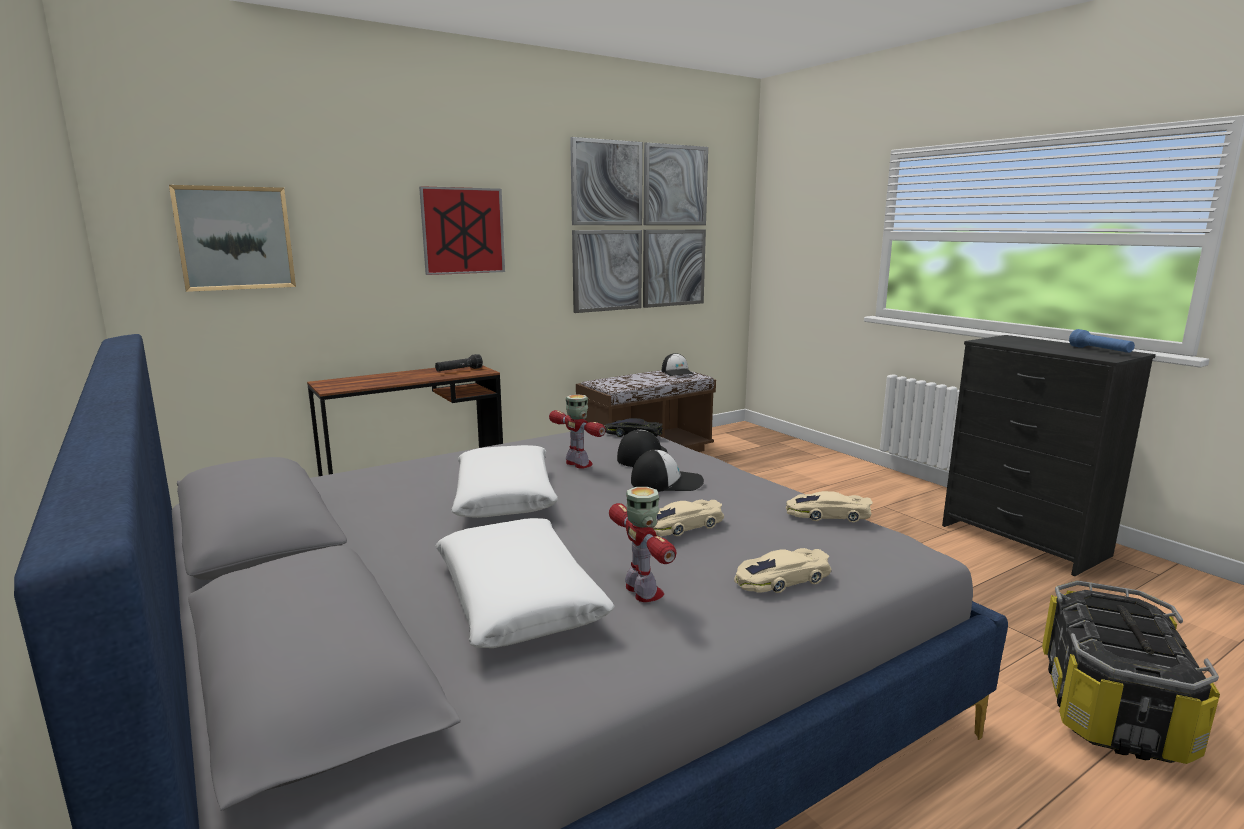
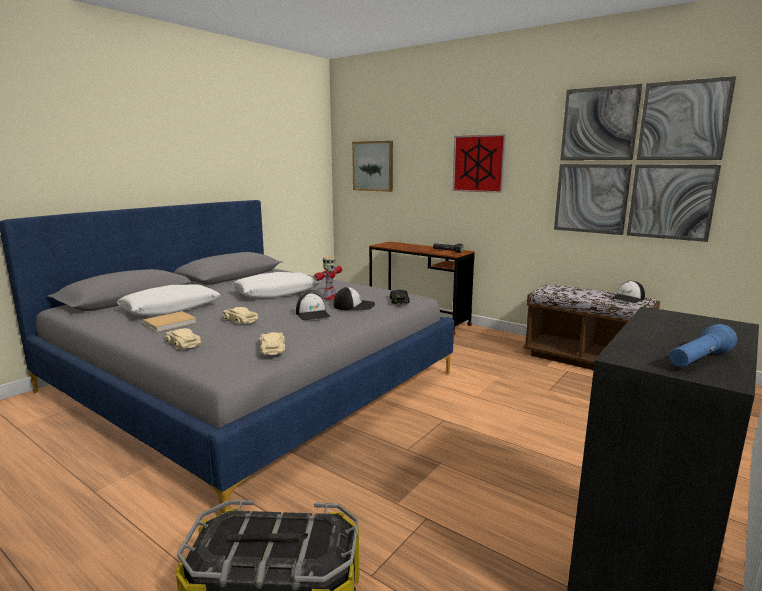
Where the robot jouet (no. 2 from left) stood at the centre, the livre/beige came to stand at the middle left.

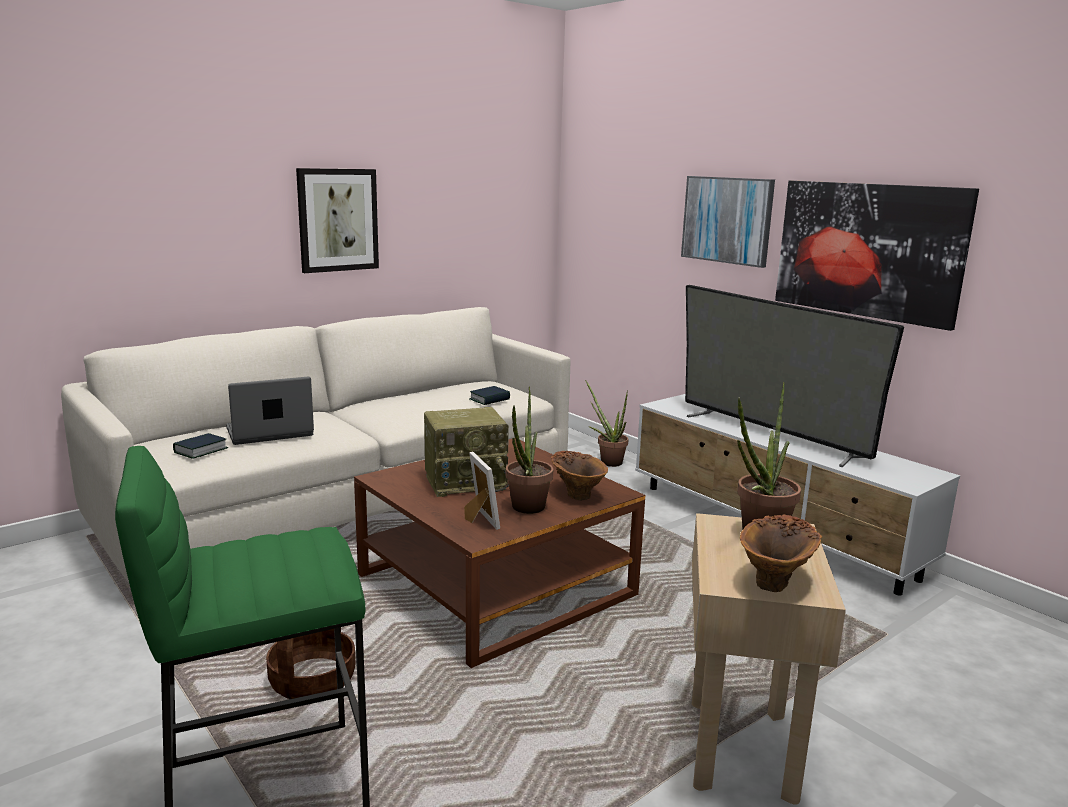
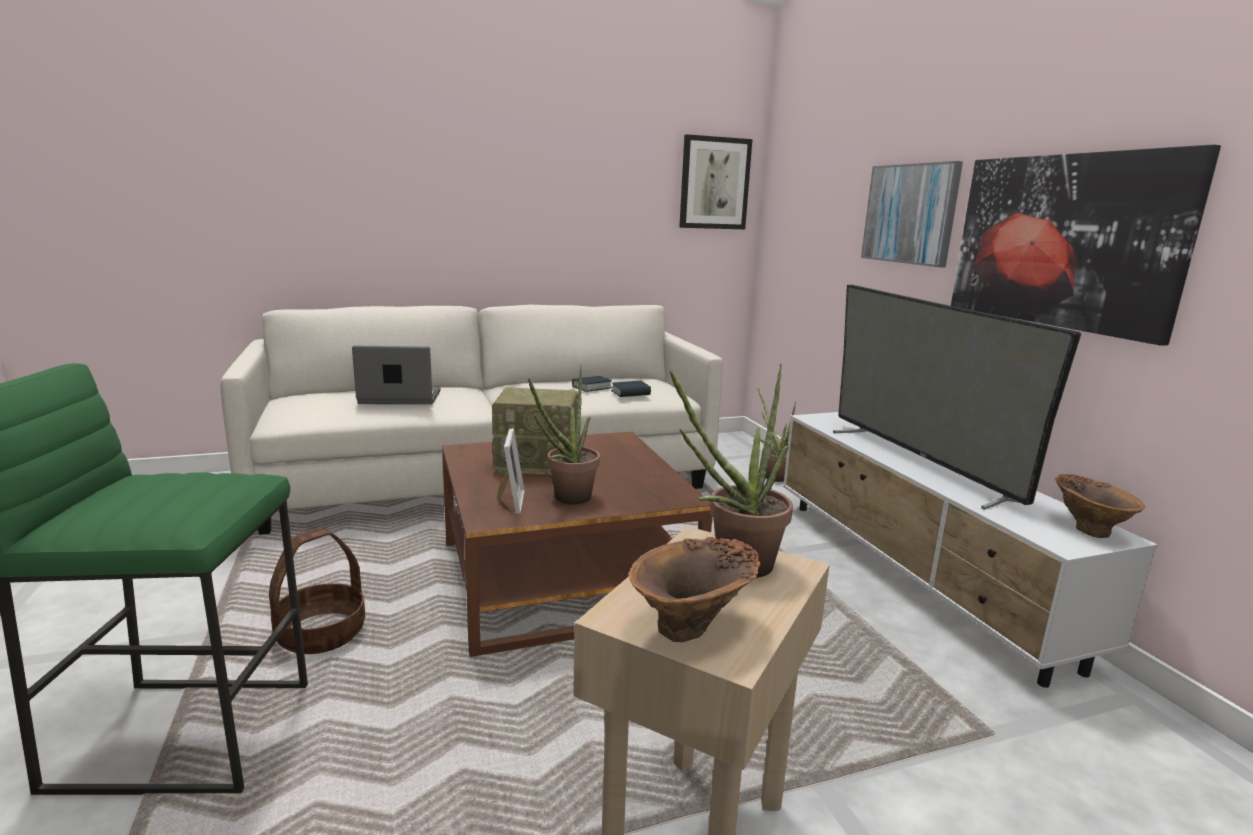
The livre (no. 1 from left) ended up elsewhere, having gone from the middle left to the centre.
The tableau (no. 1 from left) ended up elsewhere, having gone from the top left to the top centre.
The vase/marron (no. 1 from left in the first image) ended up elsewhere, having gone from the centre to the middle right.

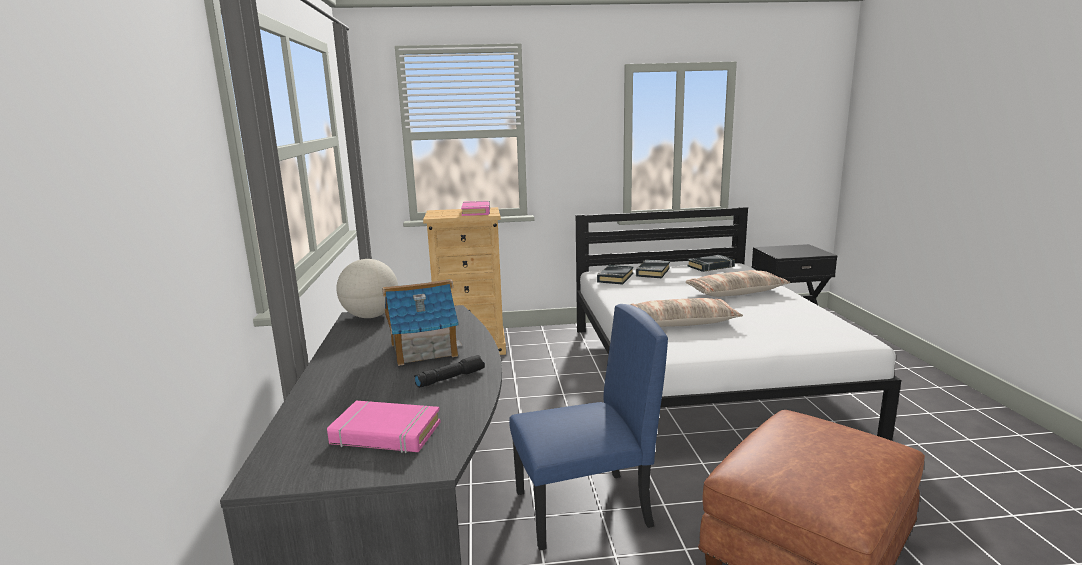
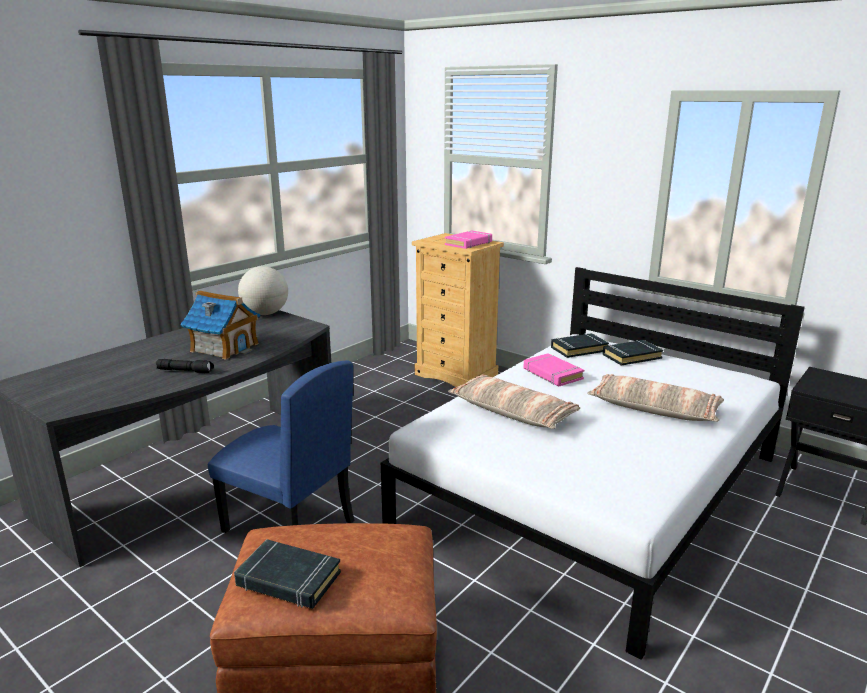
The livre/rose (no. 1 from left in the first image) ended up elsewhere, having gone from the bottom centre to the centre.
The livre/noir (no. 3 from left in the first image) ended up elsewhere, having gone from the centre to the bottom left.

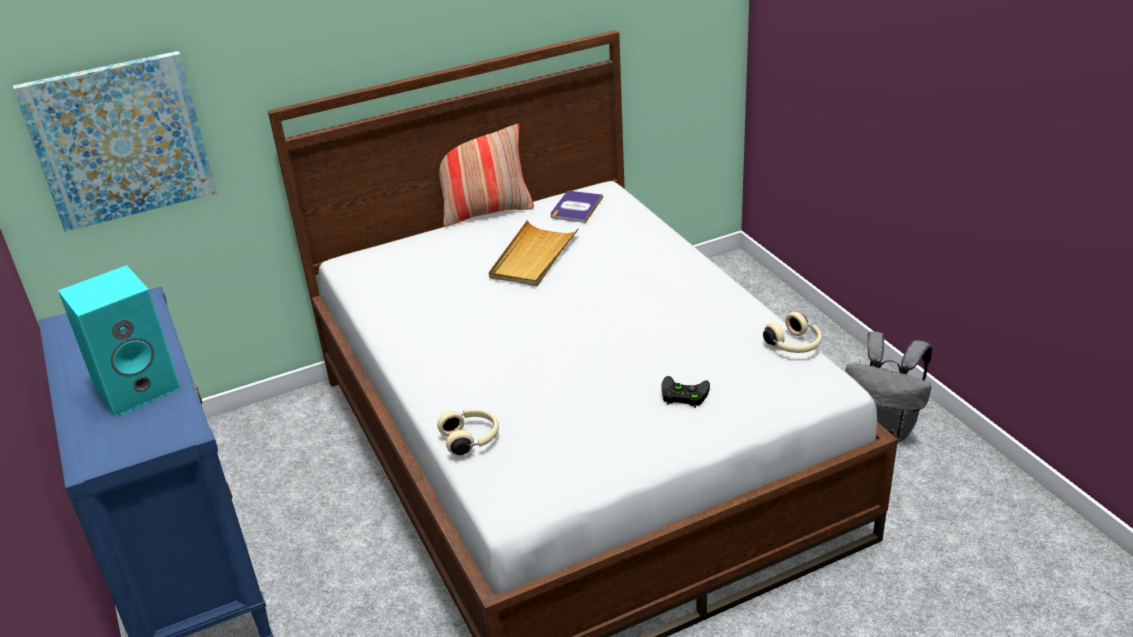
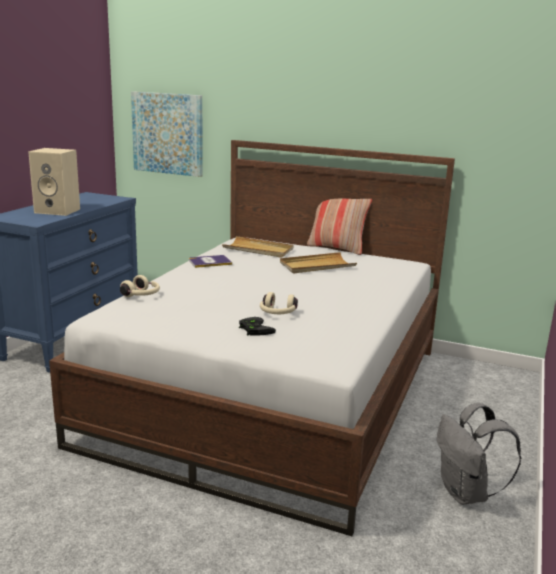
The second view gained the plateau/beige (no. 1 from left) at the centre.
The livre ended up elsewhere, having gone from the top centre to the centre.
The casque audio/beige (no. 2 from left) ended up elsewhere, having gone from the middle right to the centre.
What was the enceinte/turquoise at the middle left turned into the enceinte/beige at the top left.

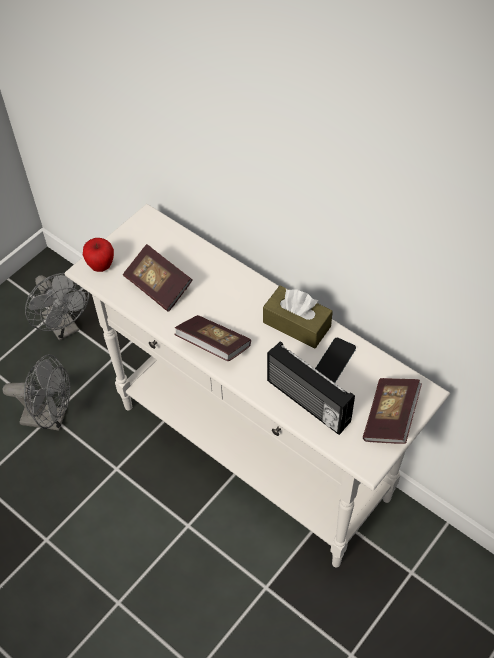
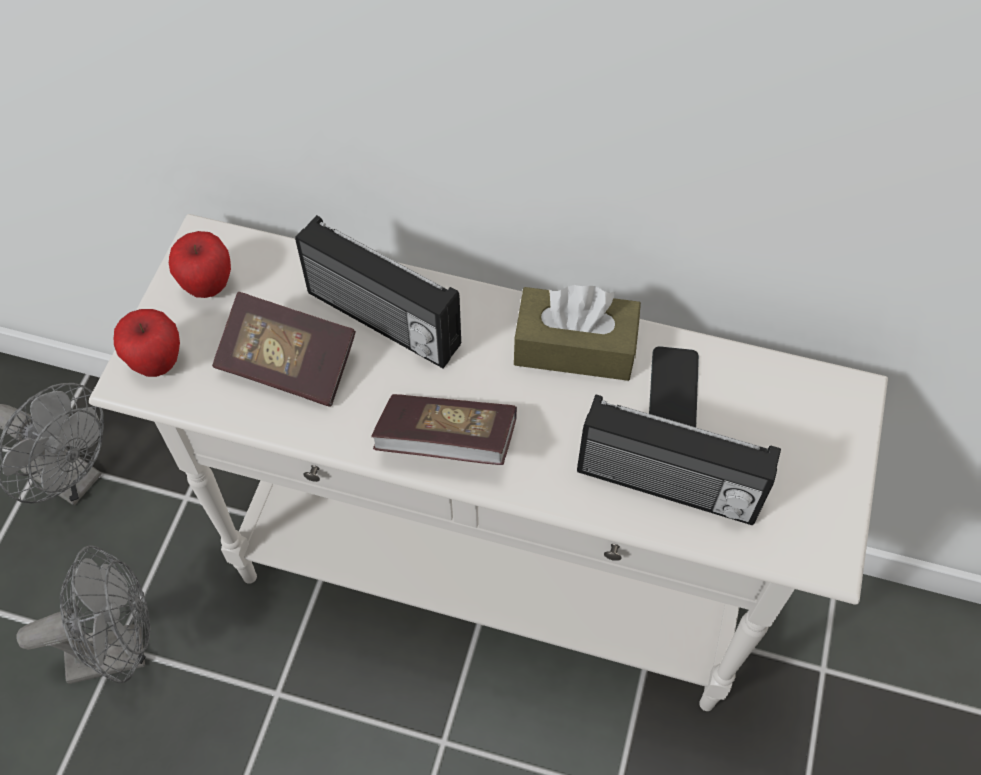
The second view lost the livre (no. 3 from left) at the middle right.
The second view gained the pomme (no. 2 from left) at the middle left.
The second view gained the radio (no. 1 from left) at the centre.

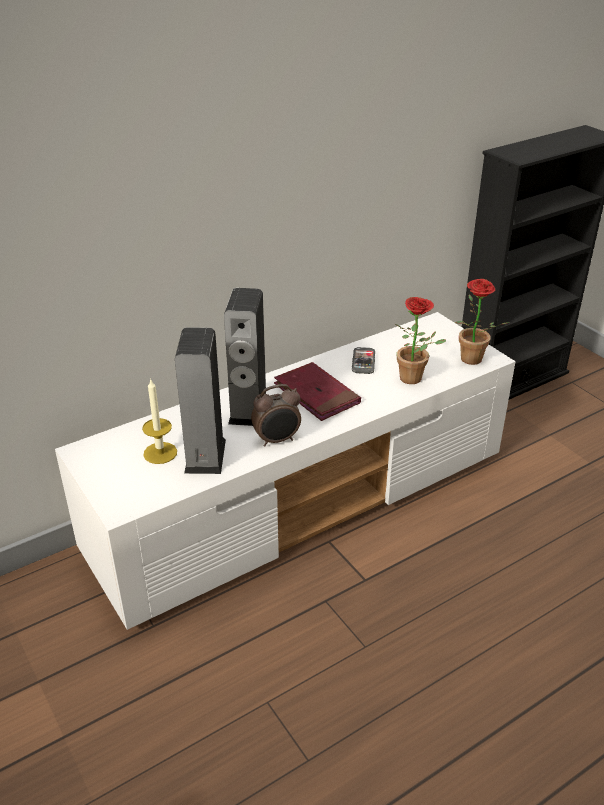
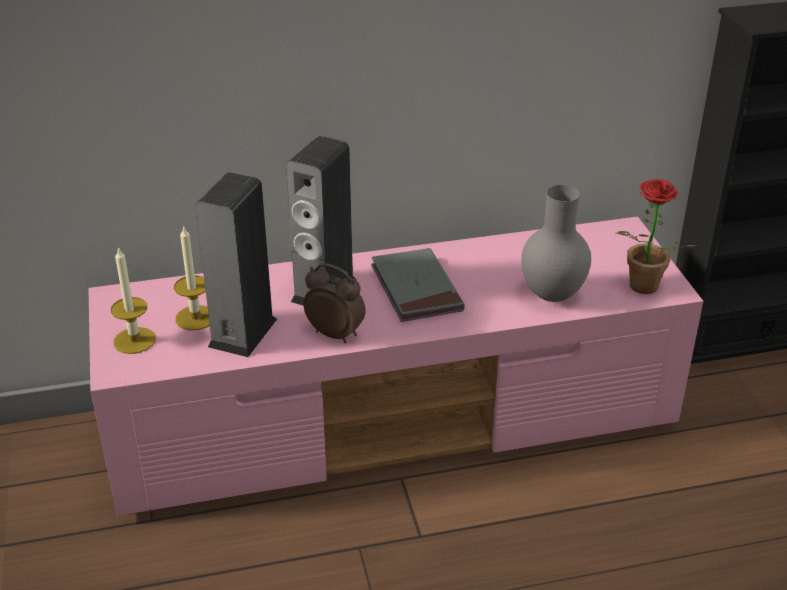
The second view lost the téléphone at the centre.
The second view gained the bougie (no. 1 from left) at the middle left.
Where the plante en pot (no. 1 from left) stood at the middle right, the vase/gris came to stand at the middle right.
What was the meuble télé/blanc at the centre turned into the meuble télé/rose at the centre.
What was the livre/rouge at the centre turned into the livre/gris at the centre.
The réveil at the centre ended up facing another way, 150 degrees counterclockwise from before.

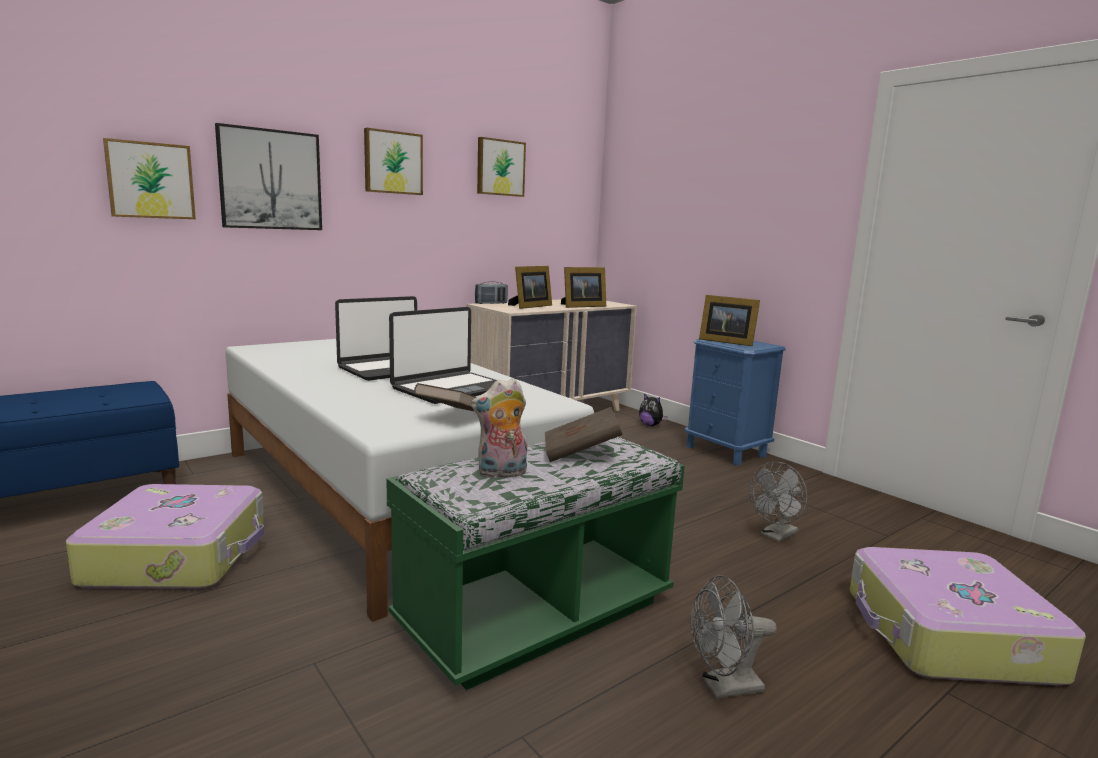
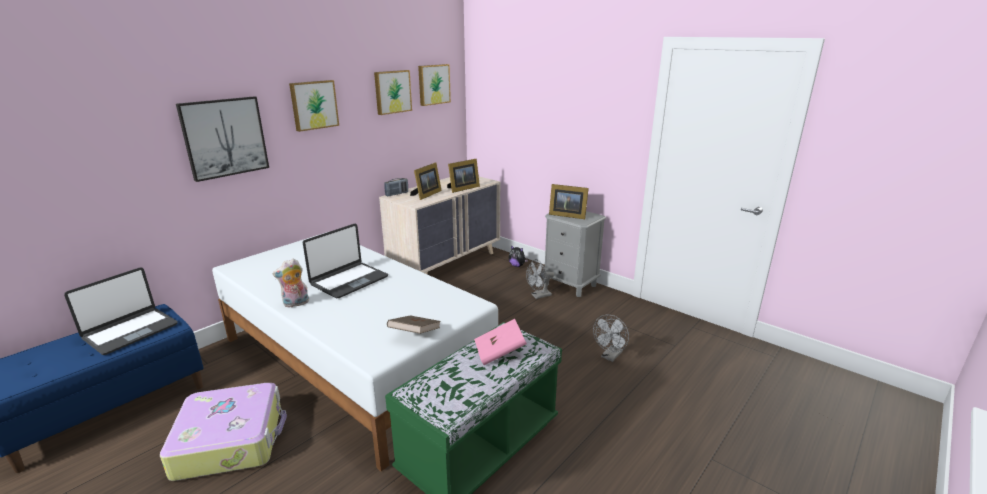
The second view lost the valise (no. 2 from left) at the bottom right.
The tableau (no. 1 from left in the first image) ended up elsewhere, having gone from the top left to the top centre.
The ordinateur portable (no. 2 from left in the first image) ended up elsewhere, having gone from the centre to the middle left.
The peluche (no. 1 from left) ended up elsewhere, having gone from the centre to the middle left.
The ventilateur/gris (no. 1 from left) ended up elsewhere, having gone from the bottom right to the centre.
What was the livre/marron (no. 2 from left) at the centre turned into the livre/rose at the bottom centre.
What was the table de chevet/bleu at the middle right turned into the table de chevet/gris at the centre.

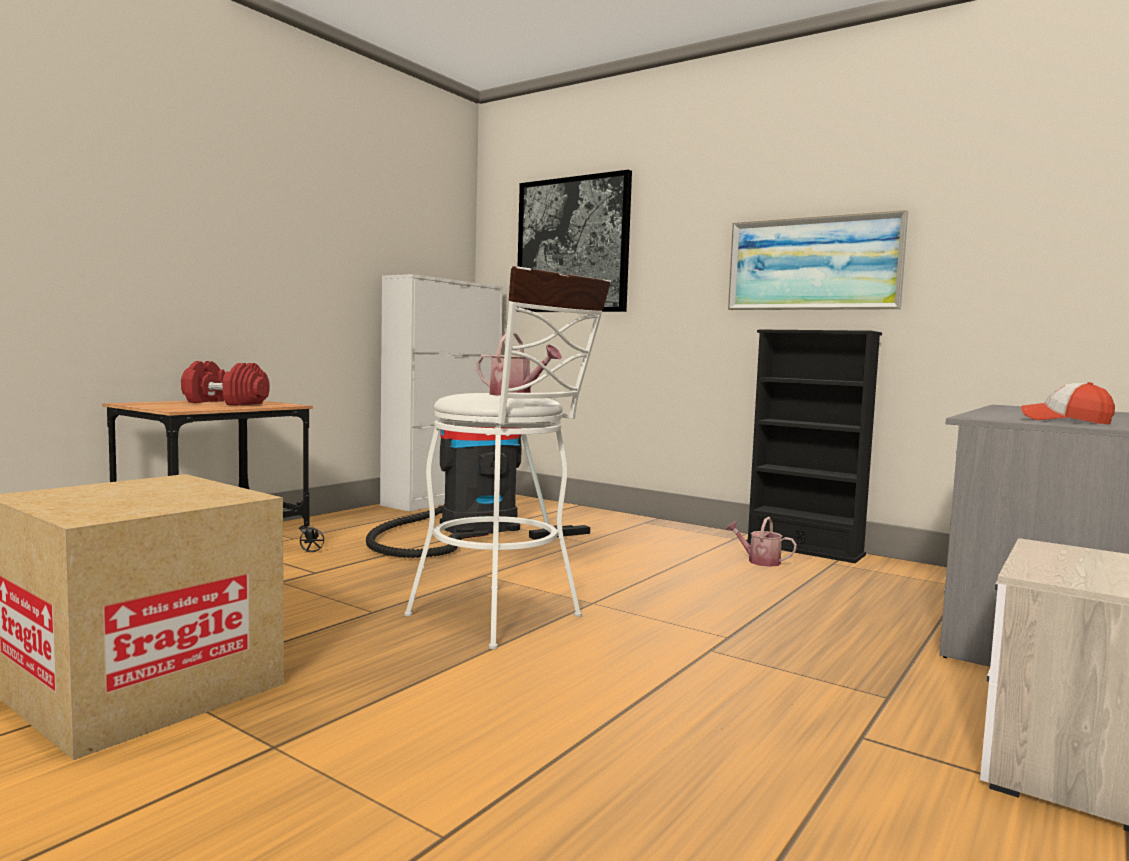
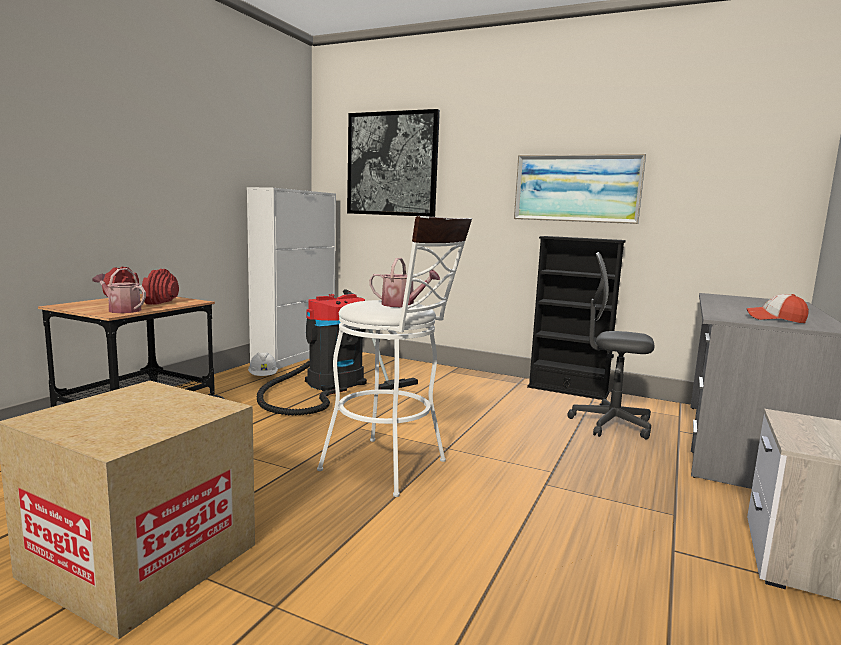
The second view gained the casque de chantier/blanc at the middle left.
The second view gained the chaise de bureau/gris at the middle right.
The arrosoir (no. 2 from left in the first image) ended up elsewhere, having gone from the middle right to the middle left.

